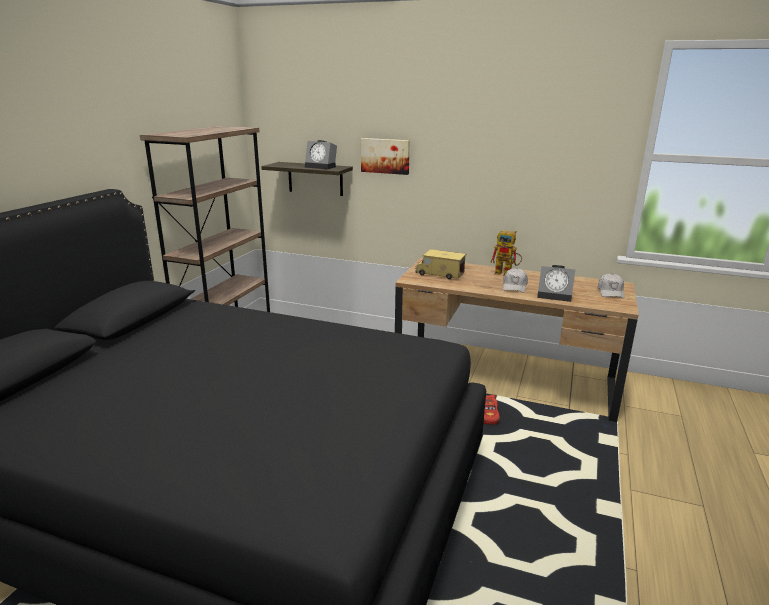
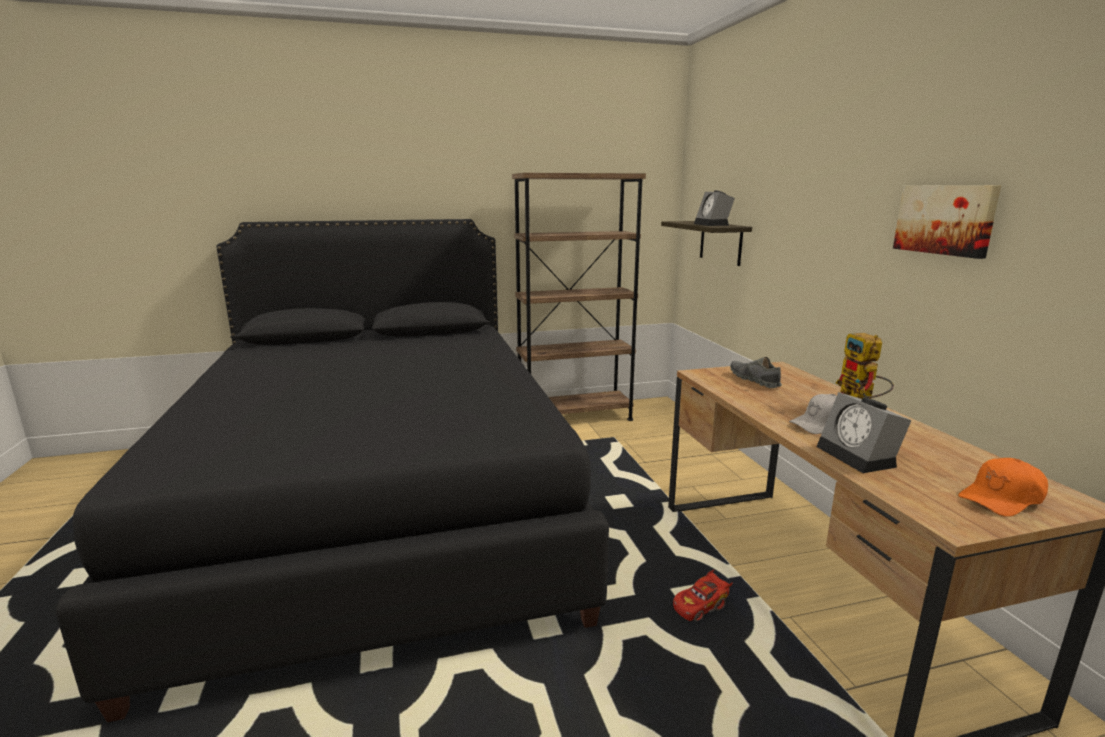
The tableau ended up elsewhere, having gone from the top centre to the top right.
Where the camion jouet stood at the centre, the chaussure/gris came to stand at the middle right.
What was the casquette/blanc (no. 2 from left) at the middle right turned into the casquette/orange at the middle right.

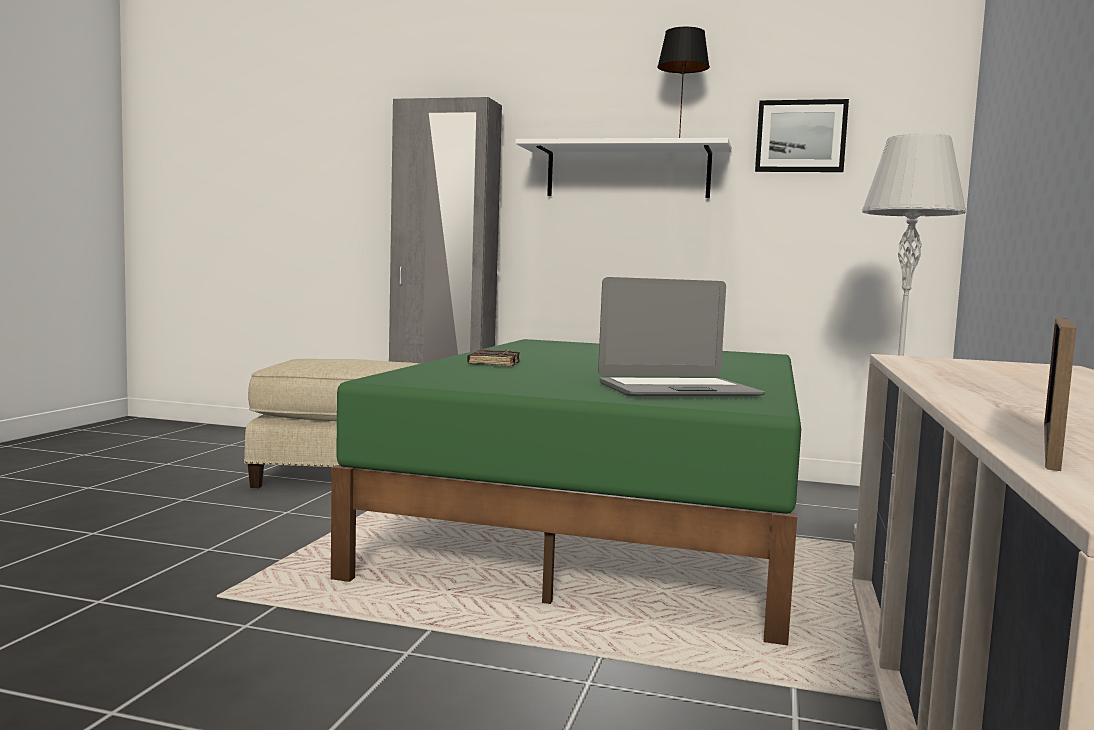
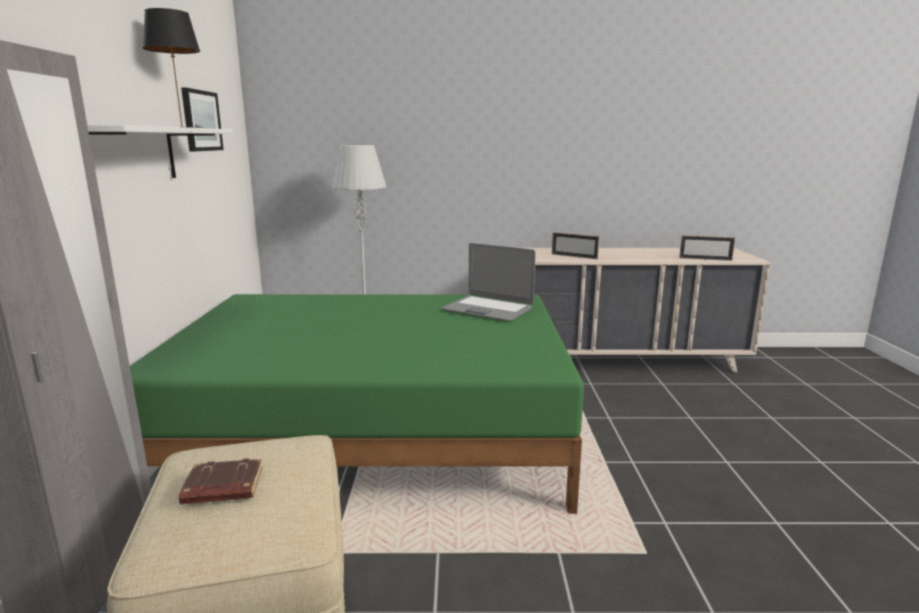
The second view gained the cadre photo (no. 1 from left) at the centre.
The livre/marron ended up elsewhere, having gone from the centre to the bottom left.
The ordinateur portable at the centre ended up facing another way, 150 degrees clockwise from before.

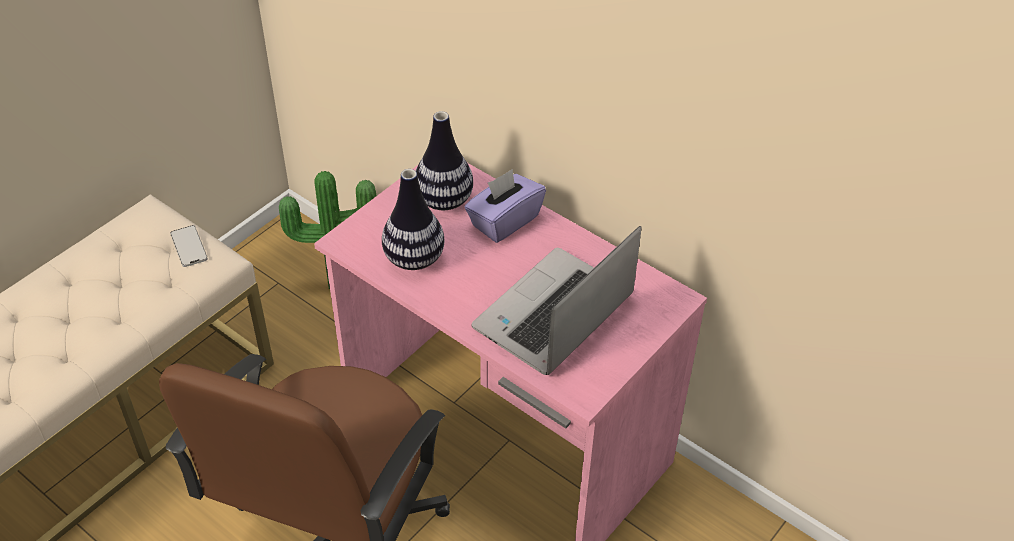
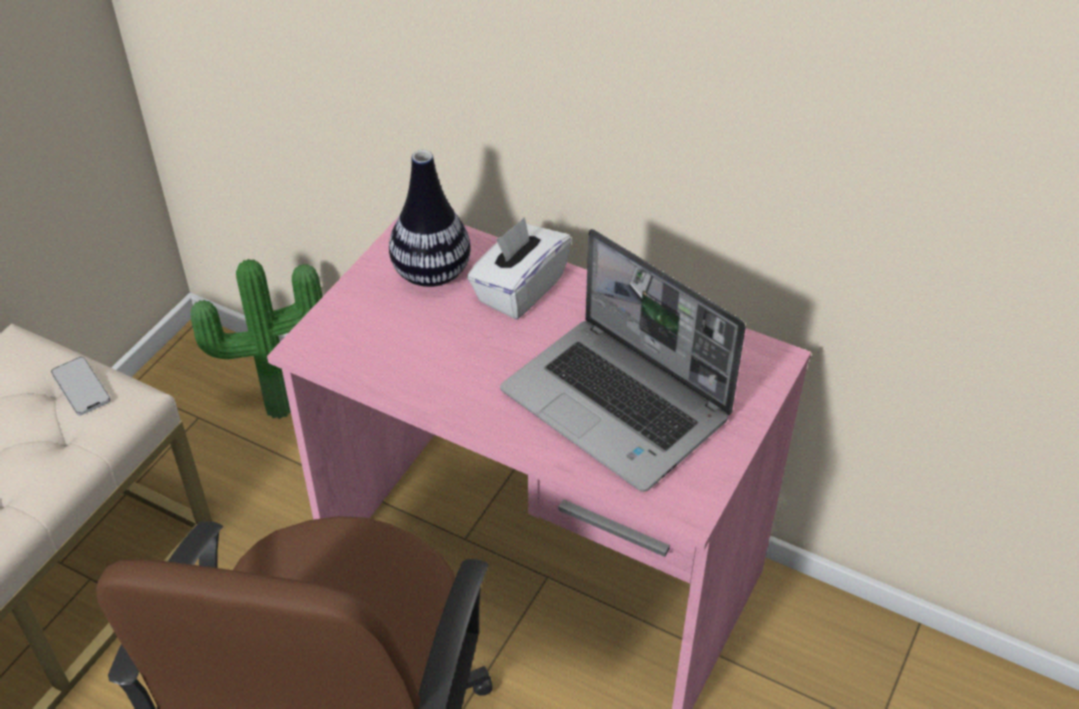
The second view lost the vase (no. 1 from left) at the centre.
What was the boîte à mouchoirs/violet at the centre turned into the boîte à mouchoirs/blanc at the centre.
The ordinateur portable at the centre ended up facing another way, 75 degrees counterclockwise from before.

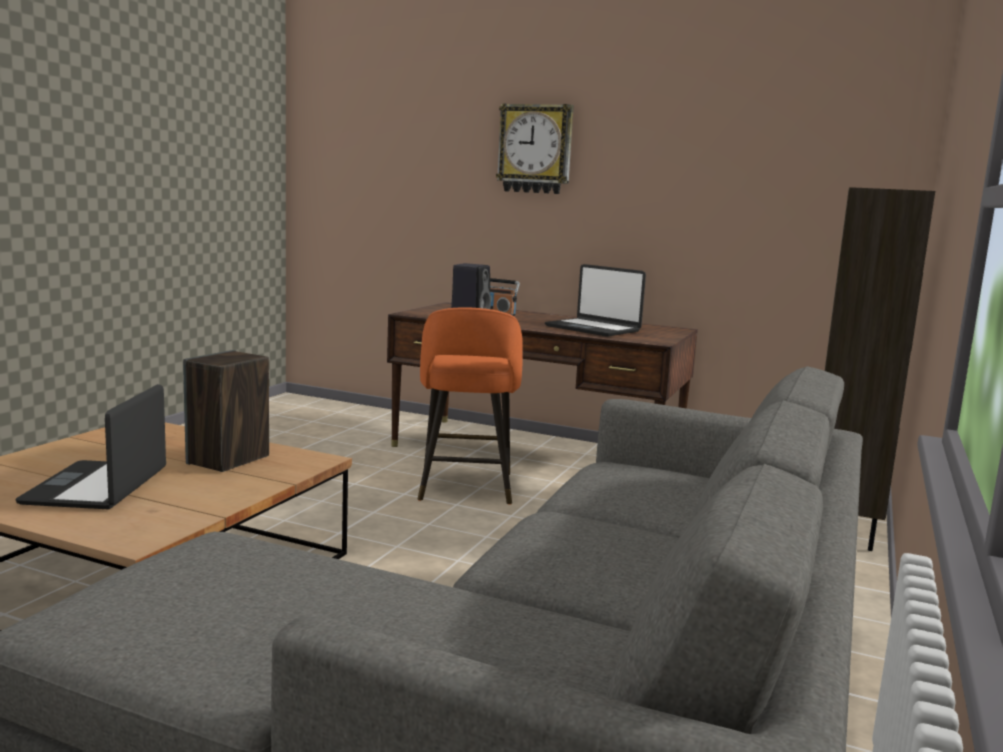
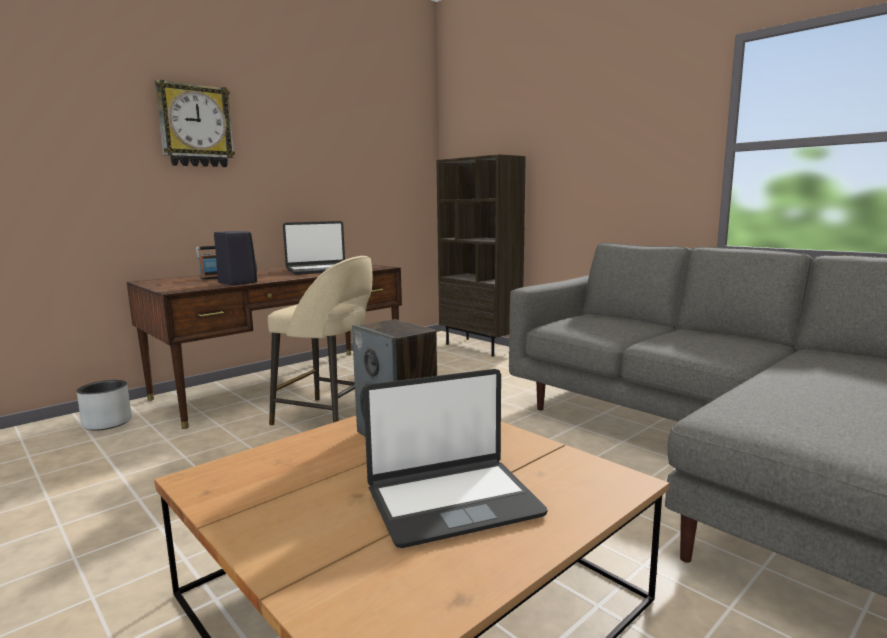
The second view gained the cache-pot/gris at the middle left.
What was the tabouret/orange at the centre turned into the tabouret/beige at the centre.
The ordinateur portable (no. 1 from left in the first image) at the middle left ended up facing another way, 45 degrees counterclockwise from before.

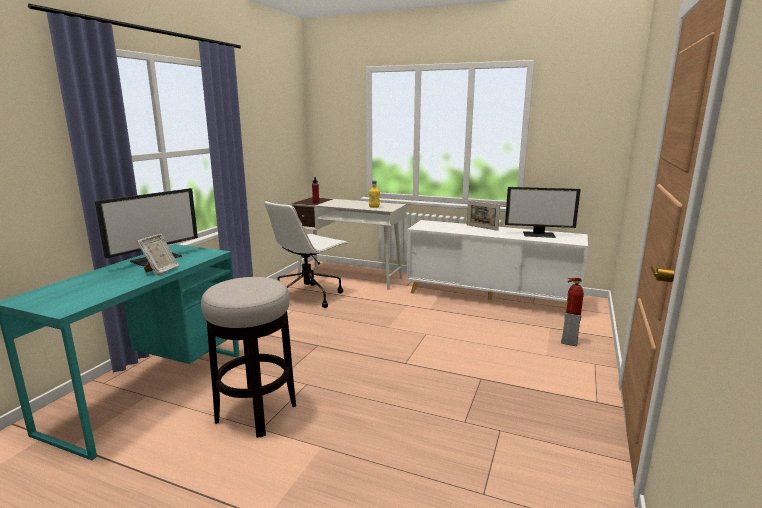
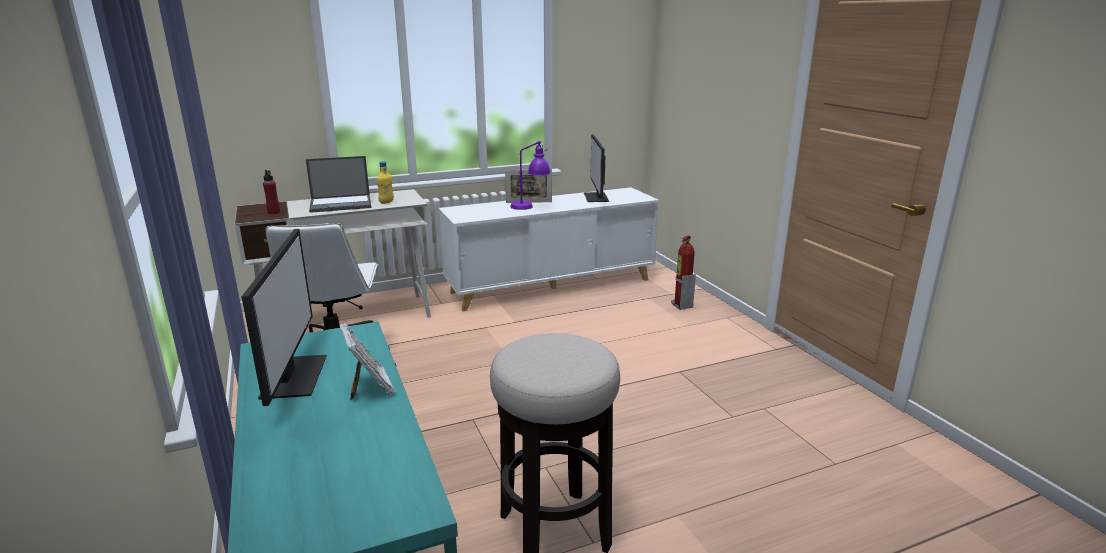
The second view gained the ordinateur portable at the top left.
The second view gained the lampe de table/violet at the top centre.
The écran d'ordinateur (no. 2 from left) at the middle right ended up facing another way, 120 degrees clockwise from before.

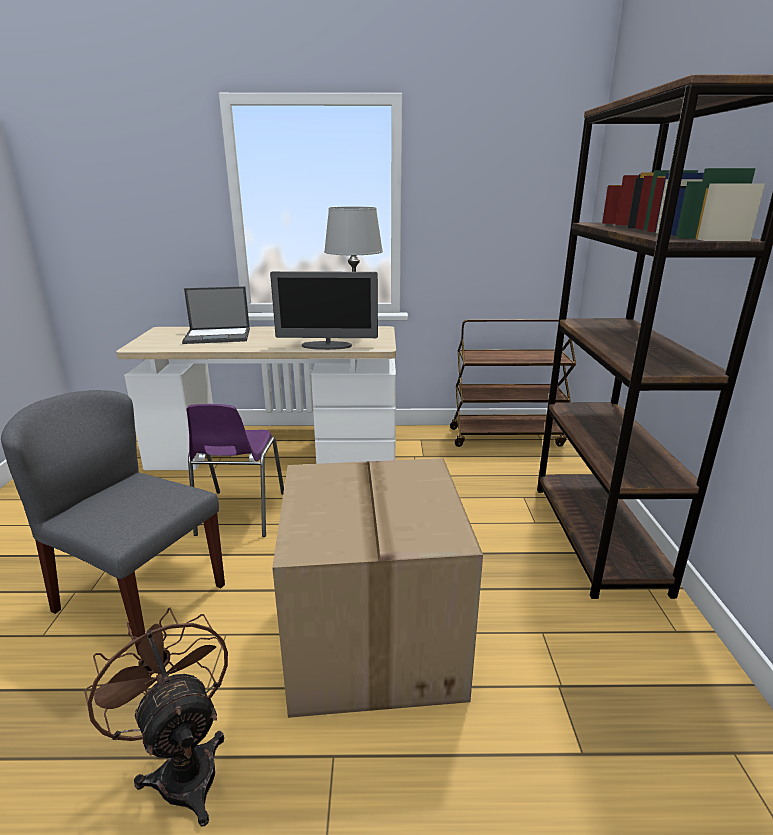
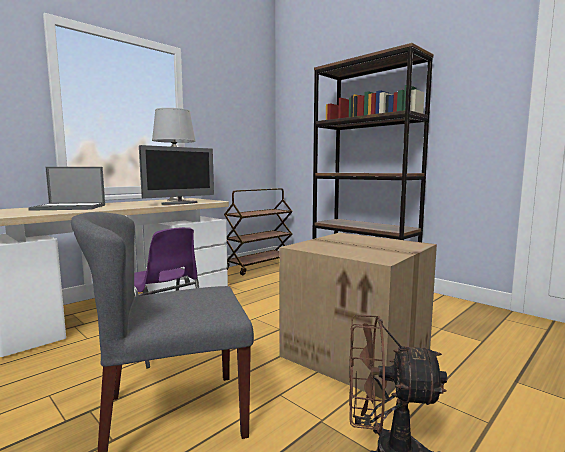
The ordinateur portable at the middle left ended up facing another way, 45 degrees clockwise from before.

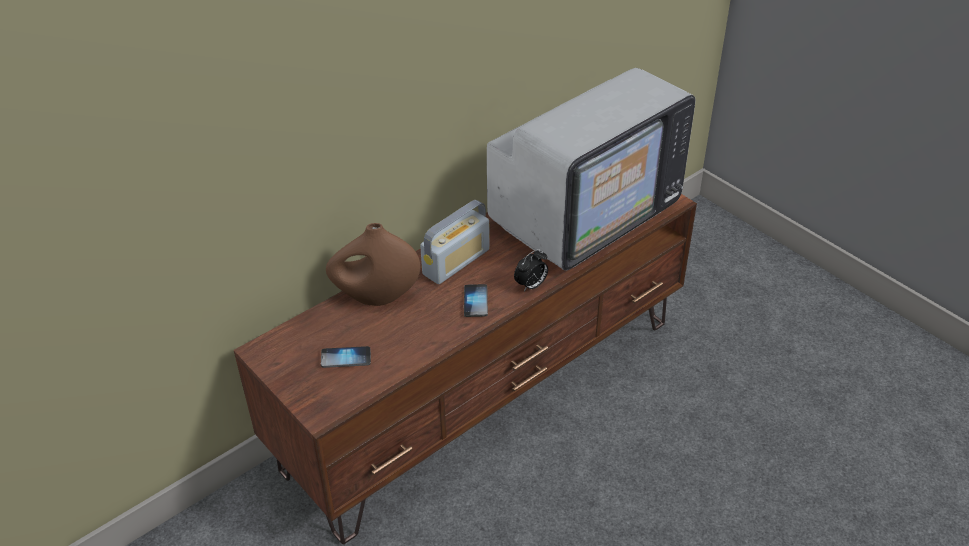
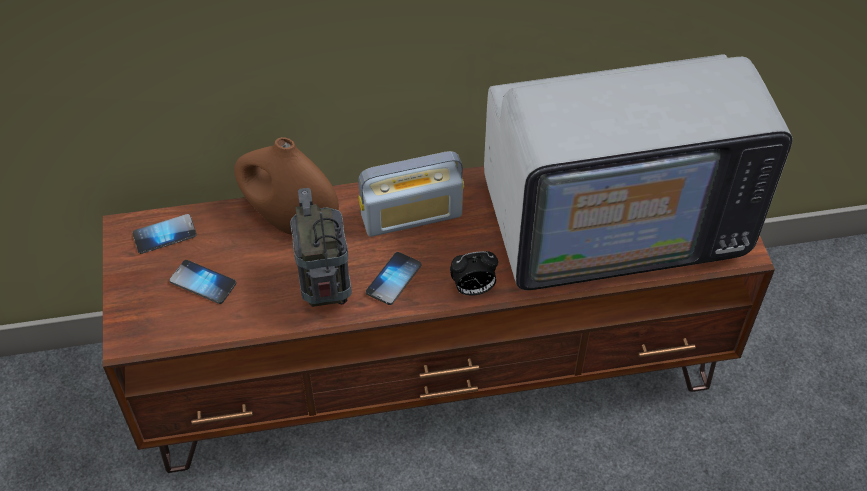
The second view gained the téléphone (no. 1 from left) at the middle left.
The second view gained the radio (no. 1 from left) at the centre.

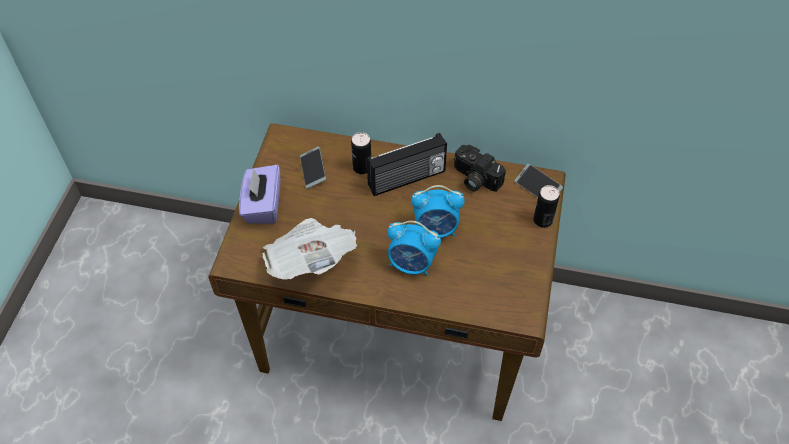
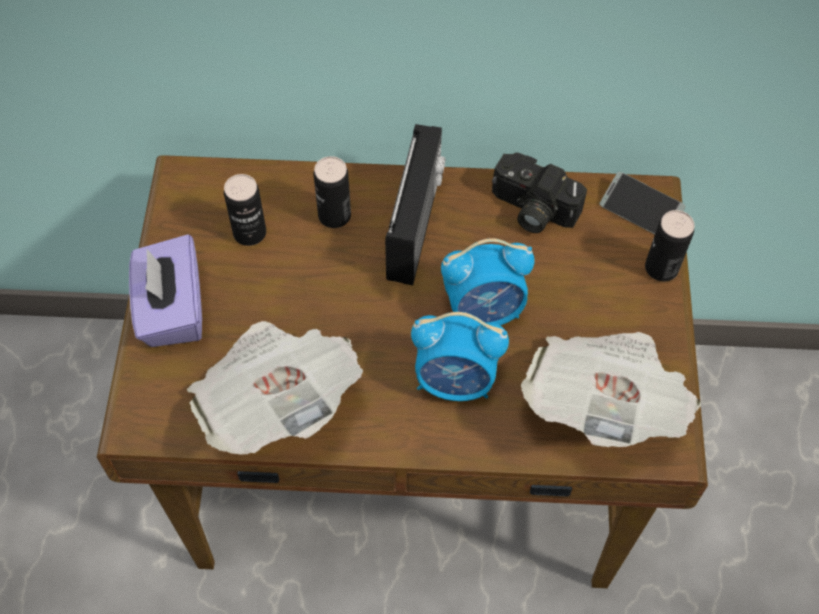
The second view gained the journal (no. 2 from left) at the middle right.
Where the téléphone (no. 1 from left) stood at the centre, the boîte métallique (no. 1 from left) came to stand at the middle left.
The radio at the centre ended up facing another way, 45 degrees counterclockwise from before.

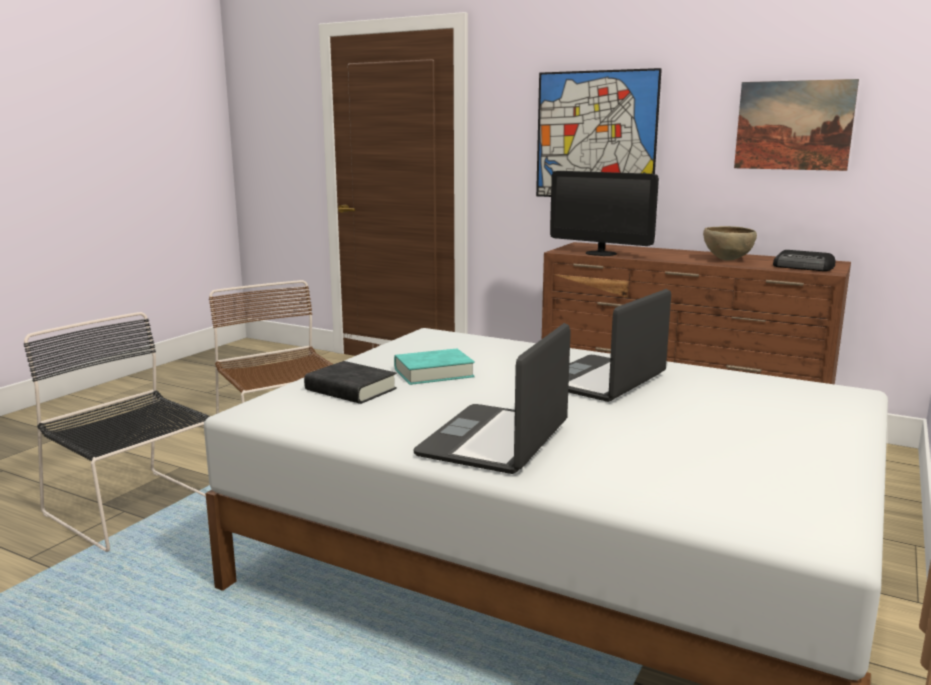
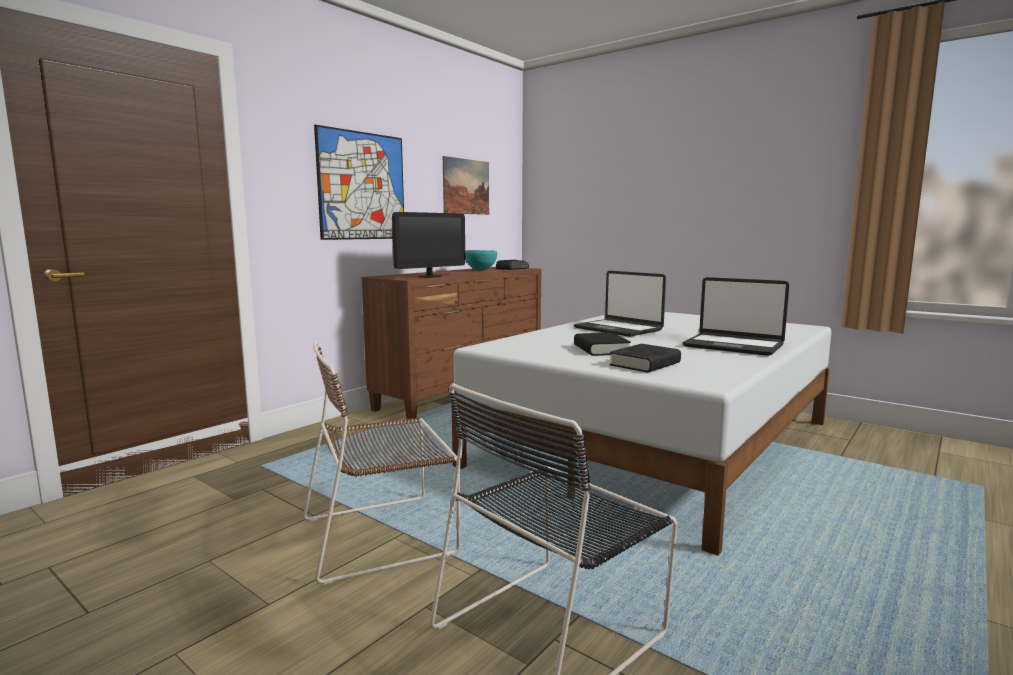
What was the livre/turquoise at the centre turned into the livre/noir (no. 1 from left) at the centre.
What was the bol/marron at the middle right turned into the bol/turquoise at the centre.

